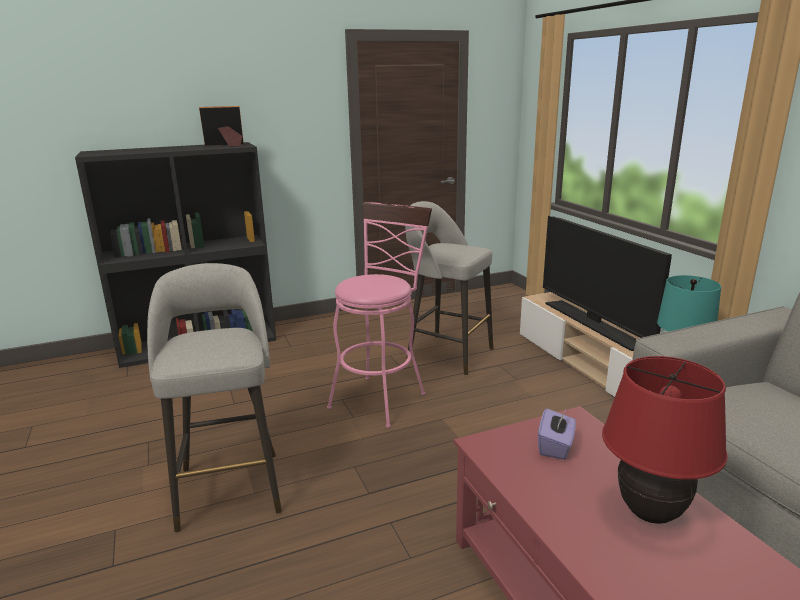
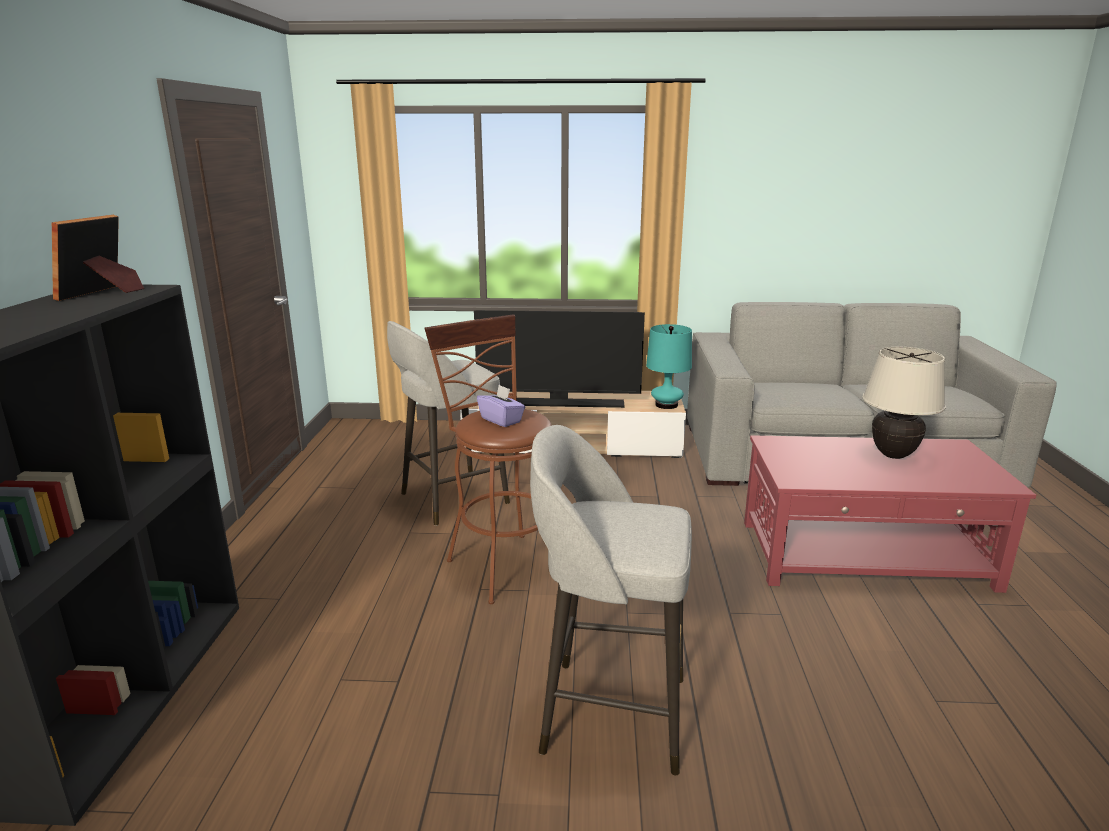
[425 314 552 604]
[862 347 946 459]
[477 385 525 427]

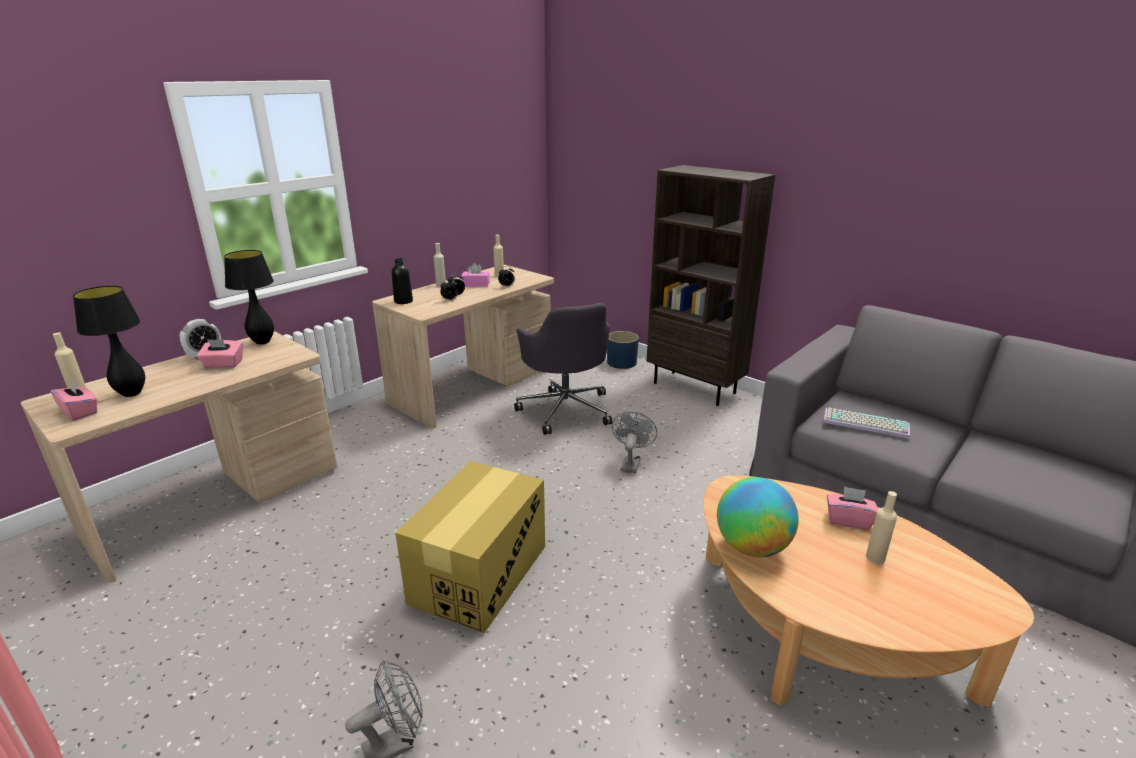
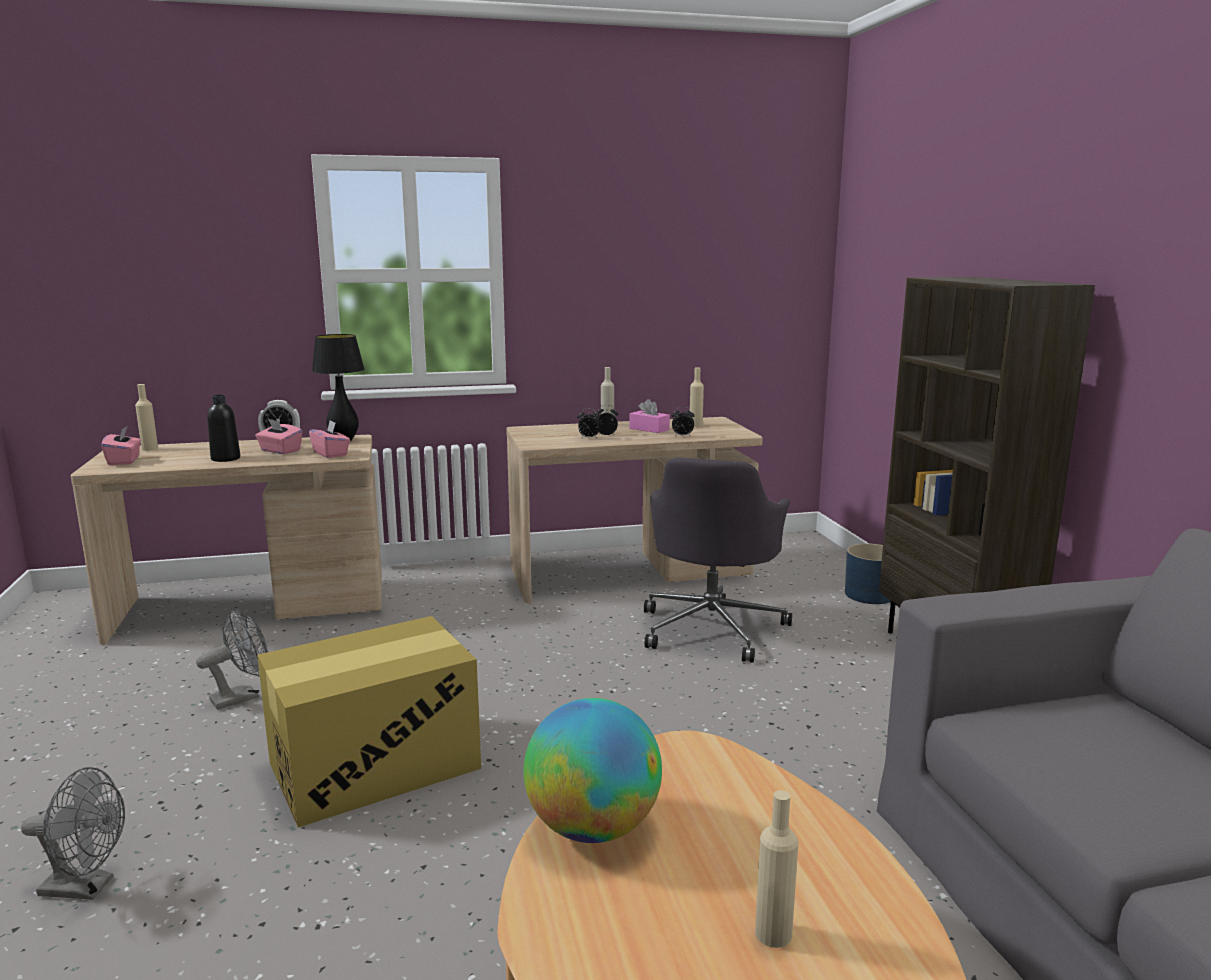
[207 395 240 462]
[73 286 145 397] (first image)
[823 408 910 439] (first image)
[196 611 268 710]
[309 420 350 458]

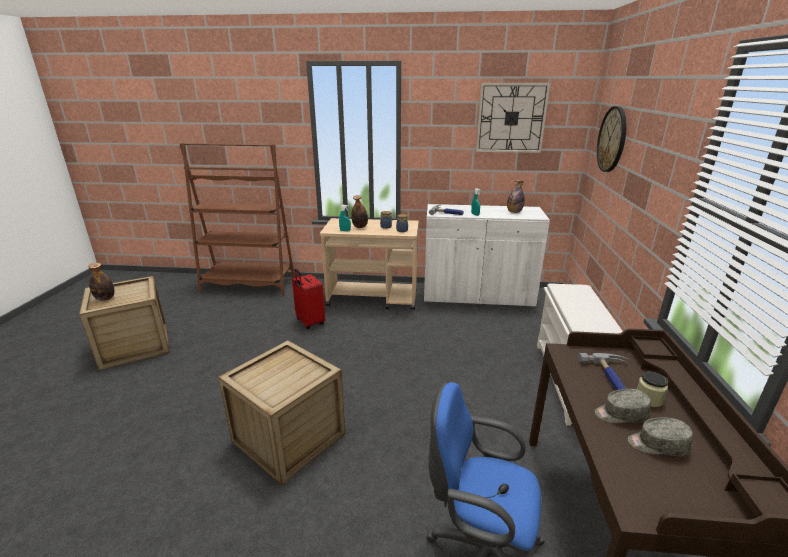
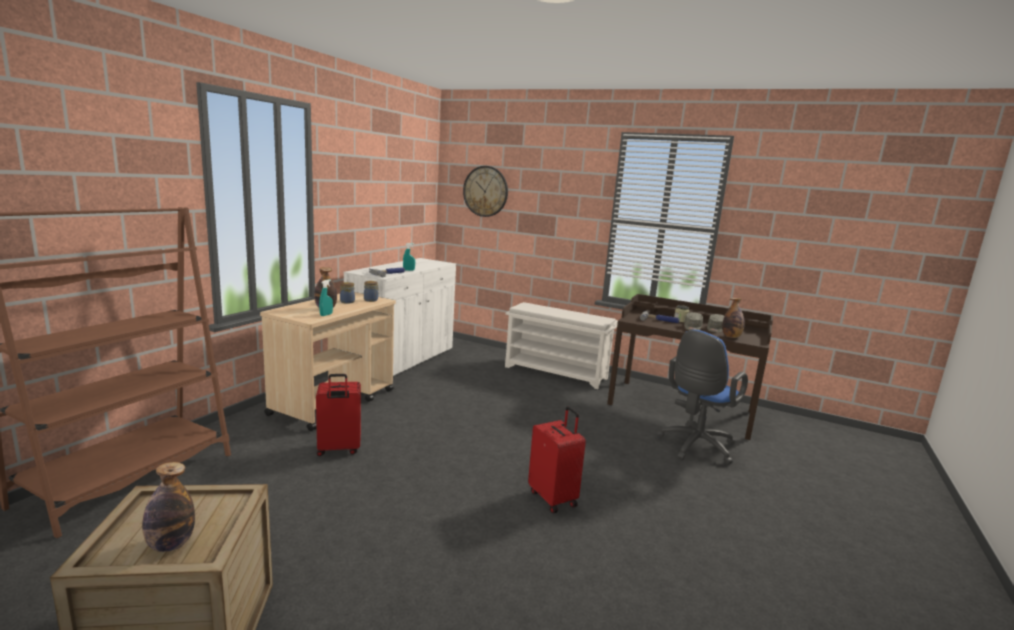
[476 83 550 153] (first image)
[722 298 745 338]
[528 406 586 513]

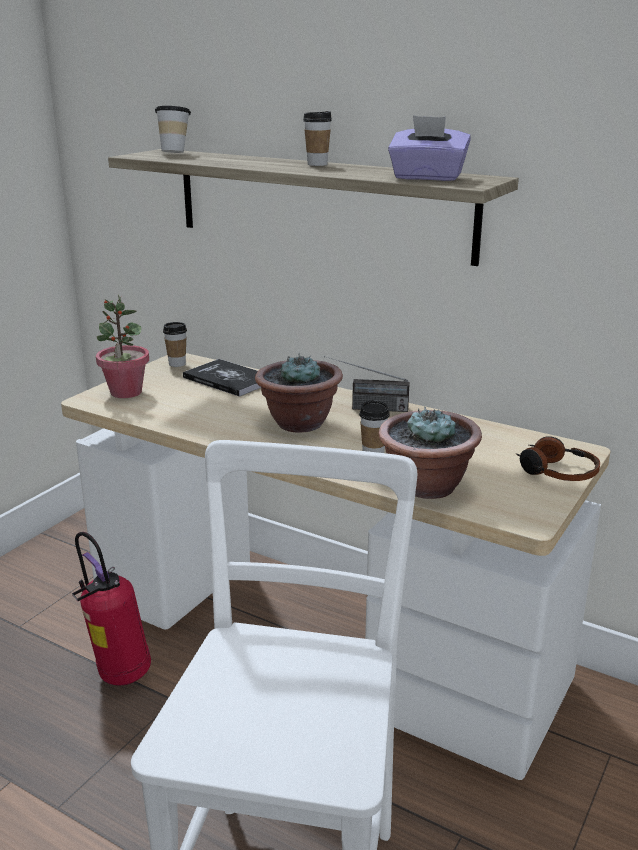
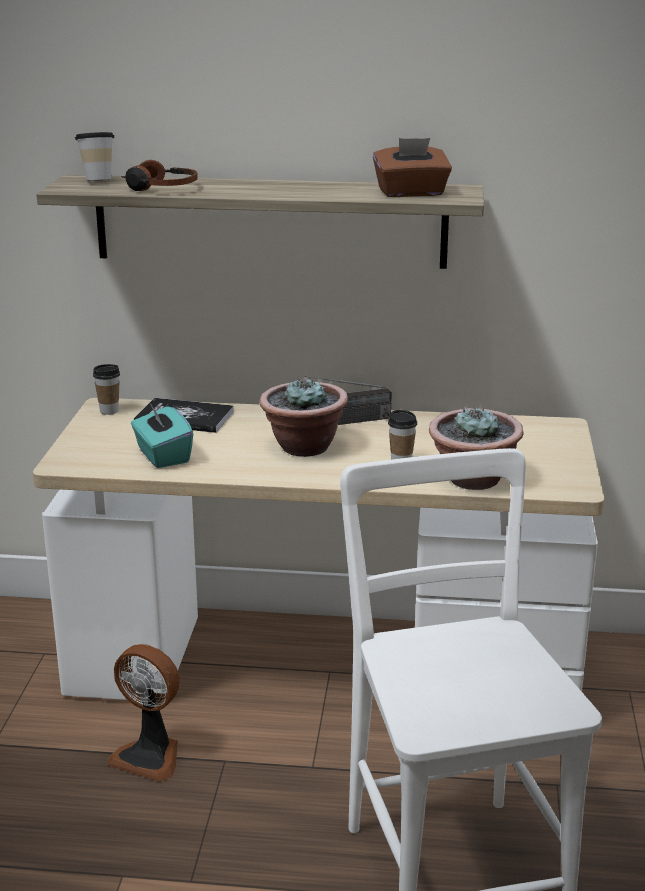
[303 111 332 166] (first image)
[373 138 452 197]
[96 295 149 398] (first image)
[121 160 198 191]
[108 644 180 782]
[131 404 193 468]

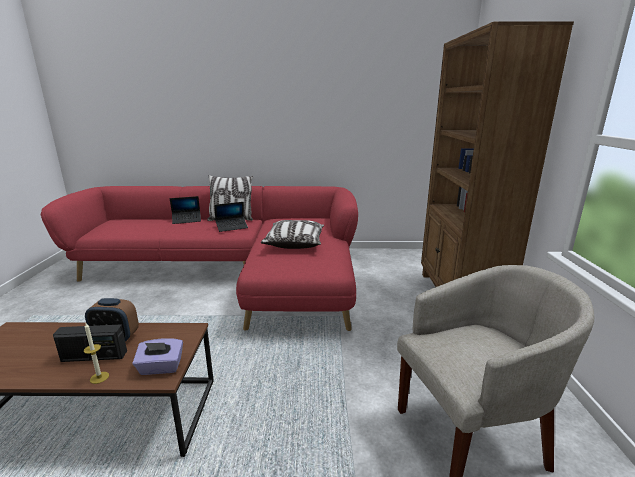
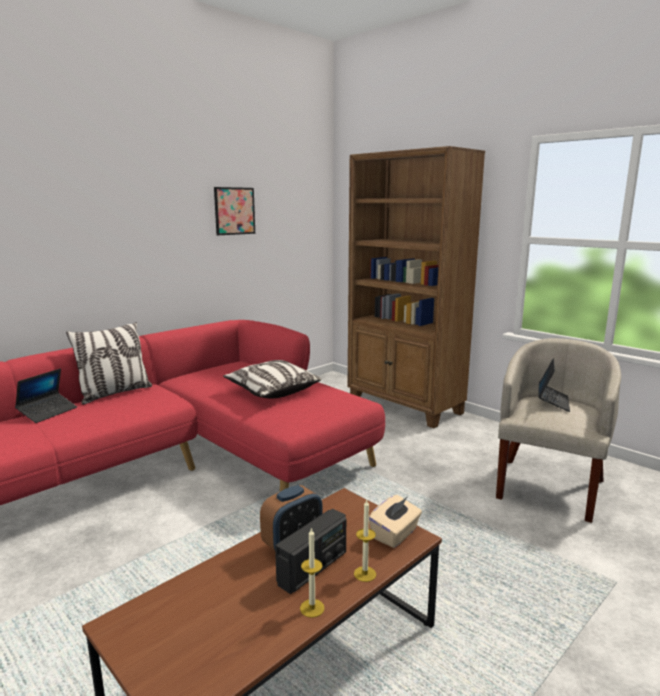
[539 358 570 412]
[369 495 422 548]
[214 187 255 235]
[300 528 325 618]

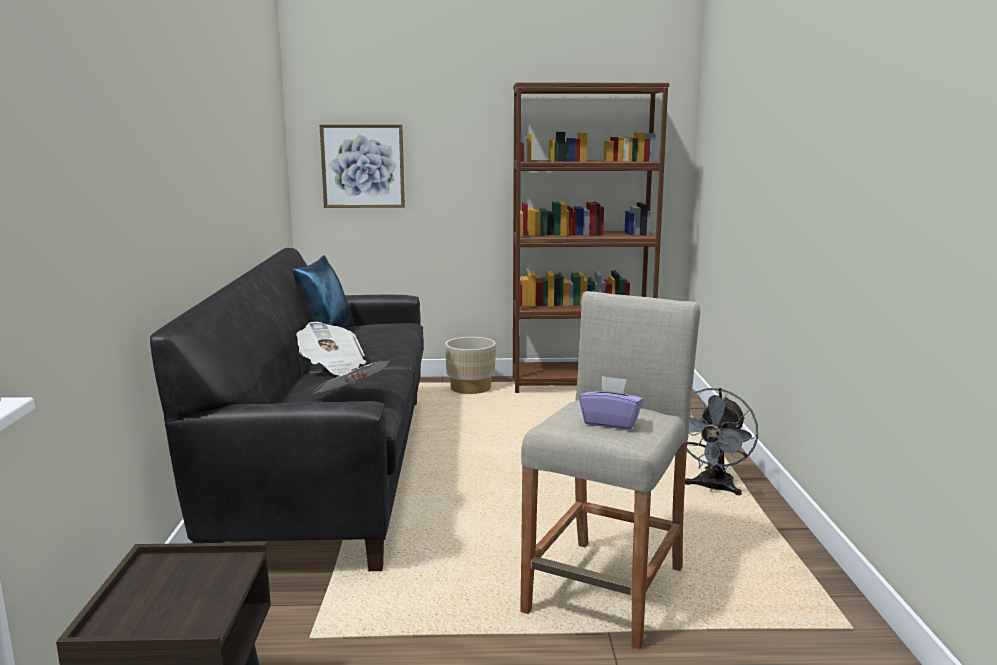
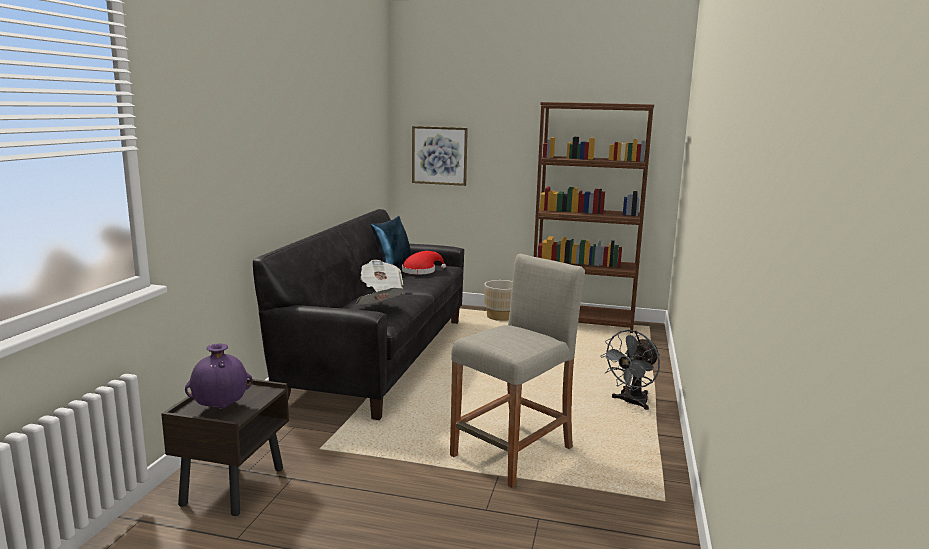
[579 376 644 430] (first image)
[402 251 446 275]
[185 344 253 409]

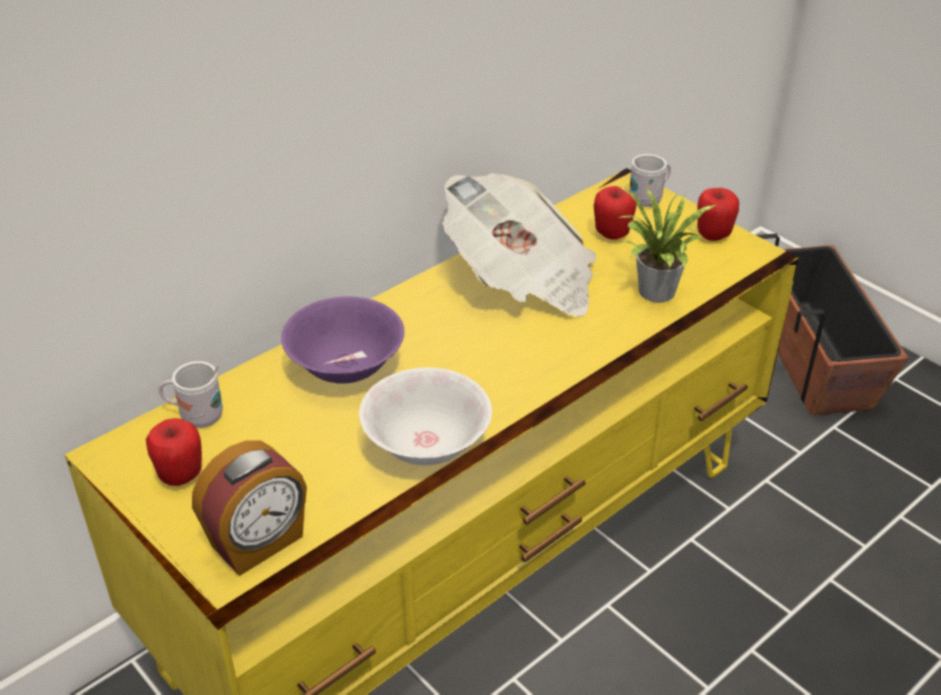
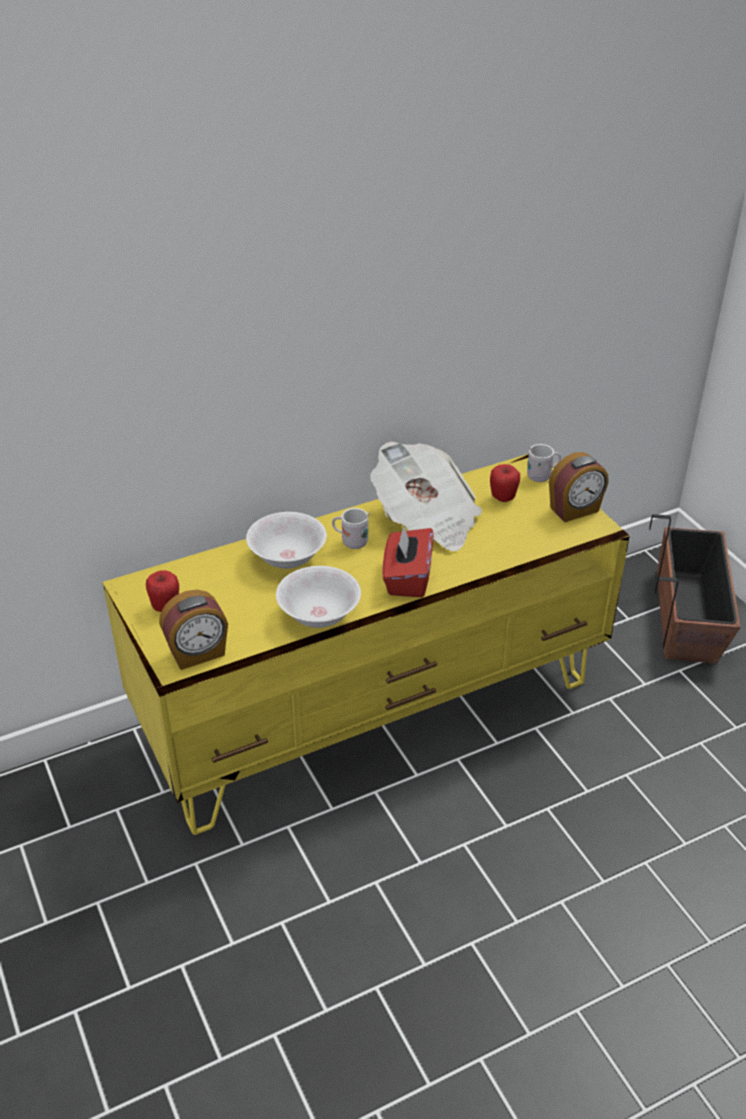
[617 186 716 303] (first image)
[549 452 609 522]
[246 512 327 569]
[332 508 370 549]
[382 525 434 597]

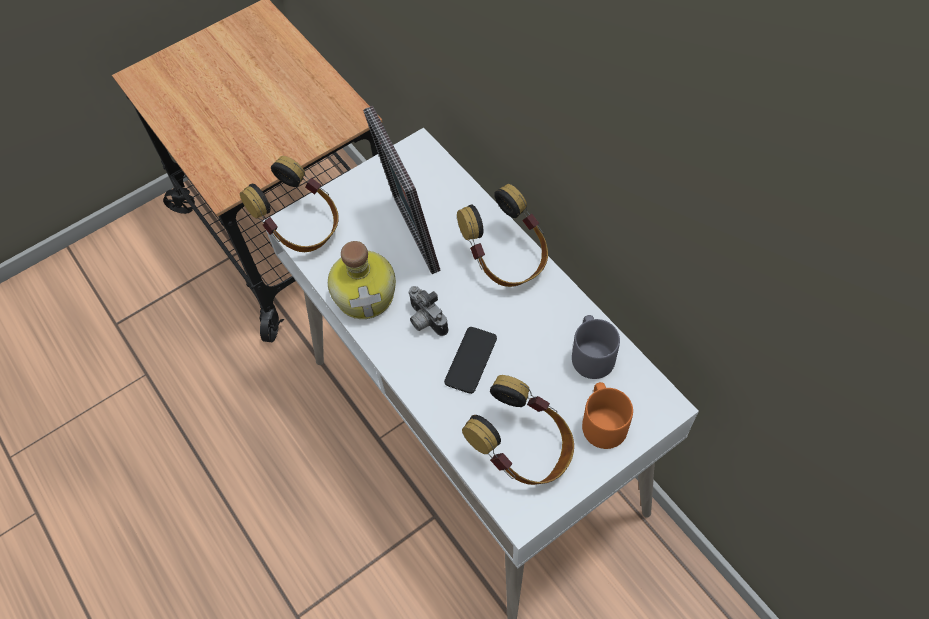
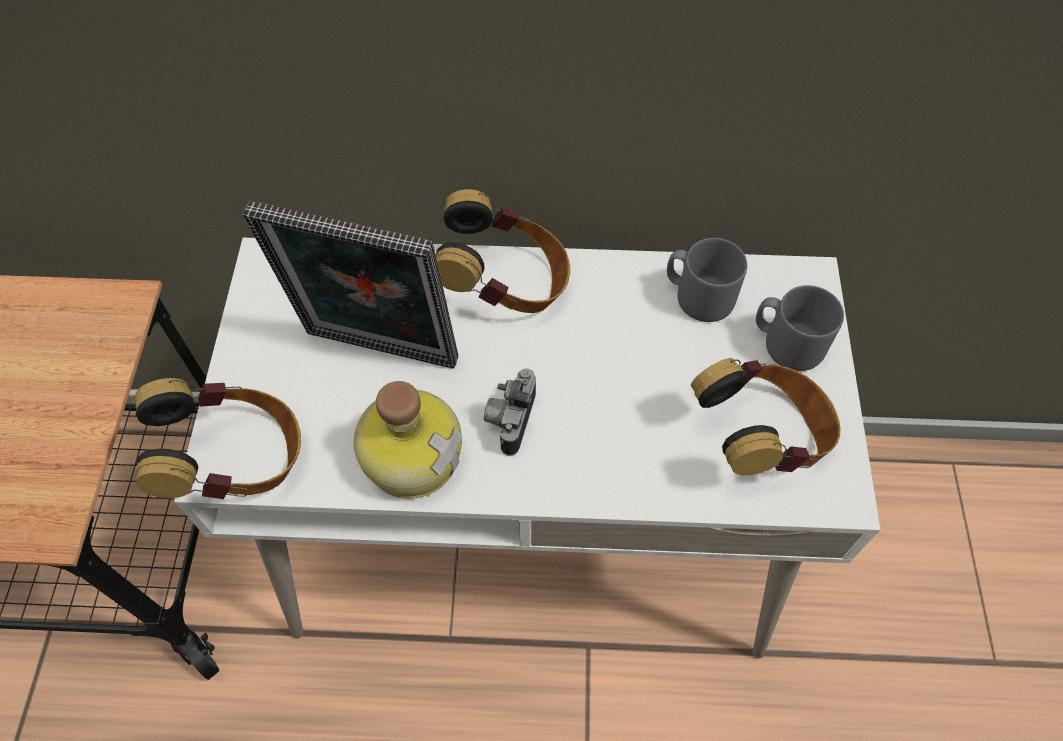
[484 368 536 456]
[444 327 497 394] (first image)
[756 285 844 371]

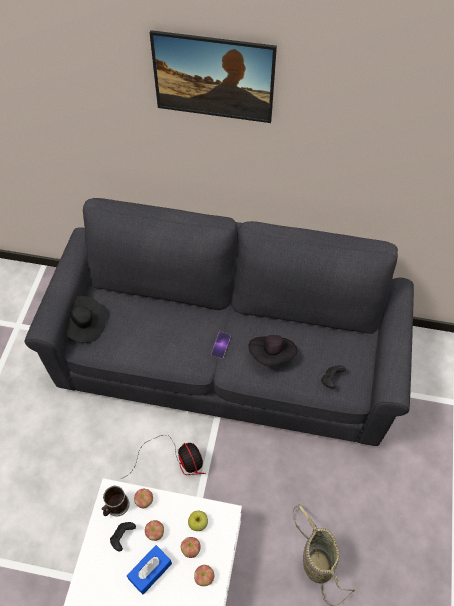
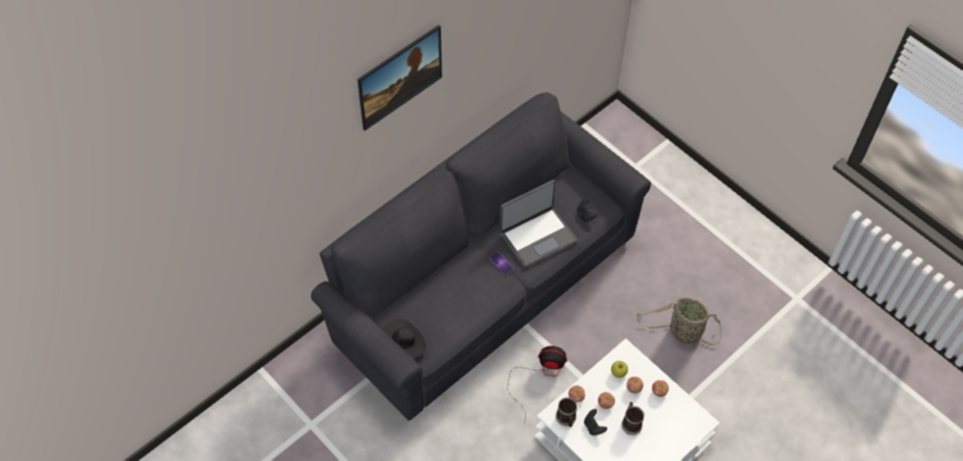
[500 180 577 268]
[621 402 644 435]

